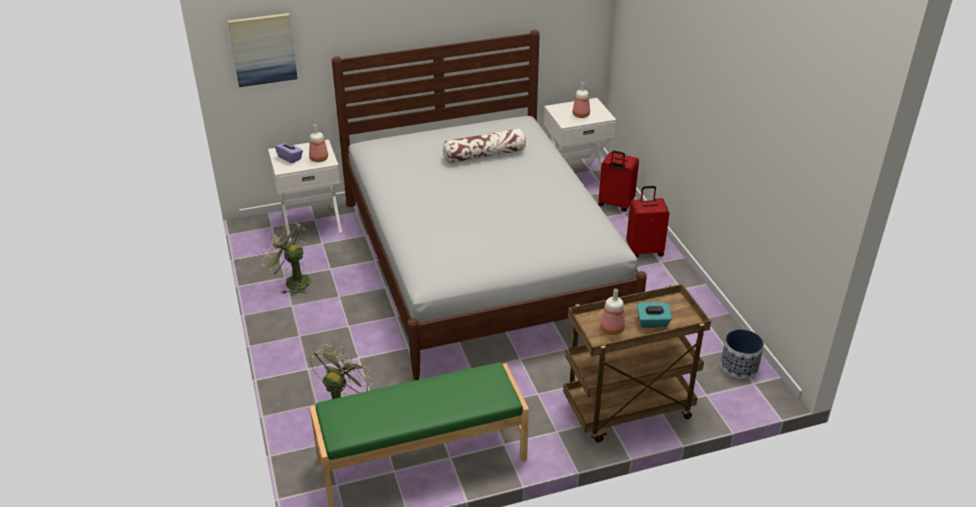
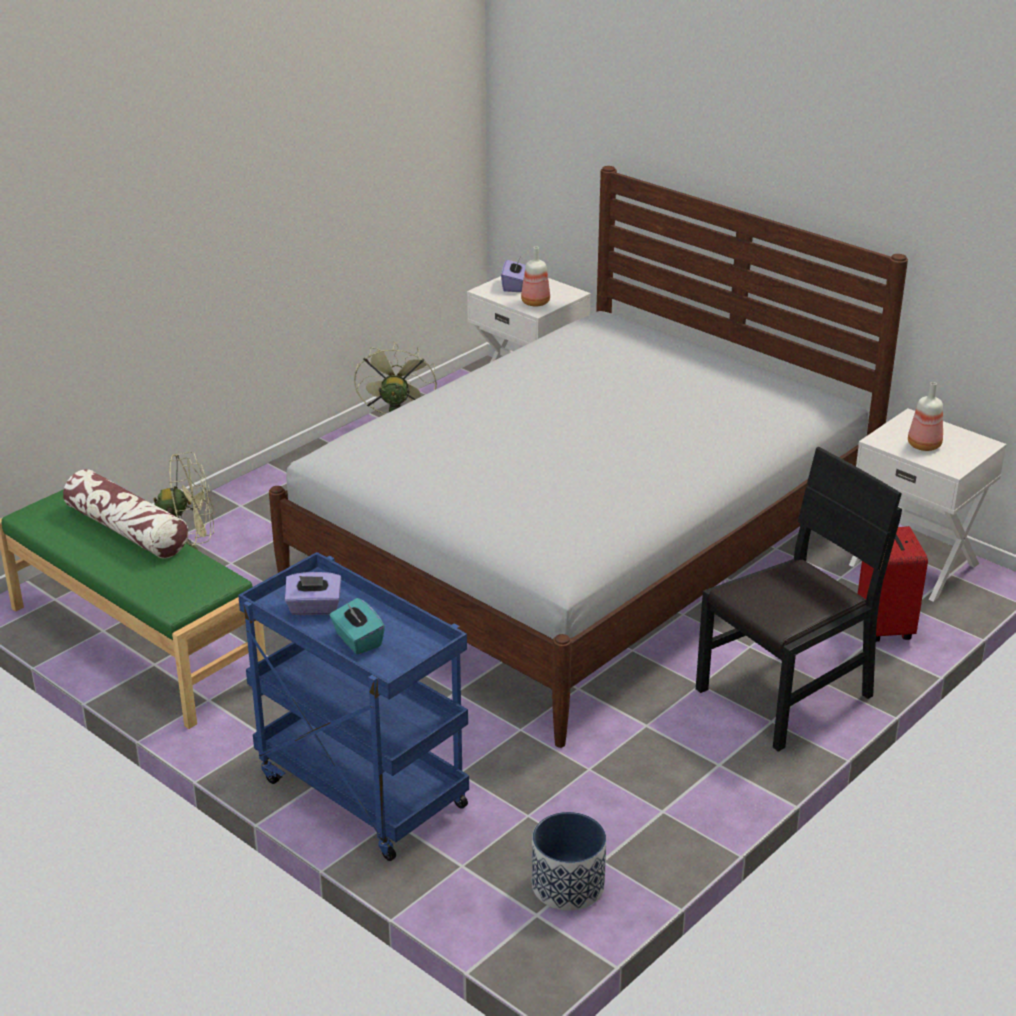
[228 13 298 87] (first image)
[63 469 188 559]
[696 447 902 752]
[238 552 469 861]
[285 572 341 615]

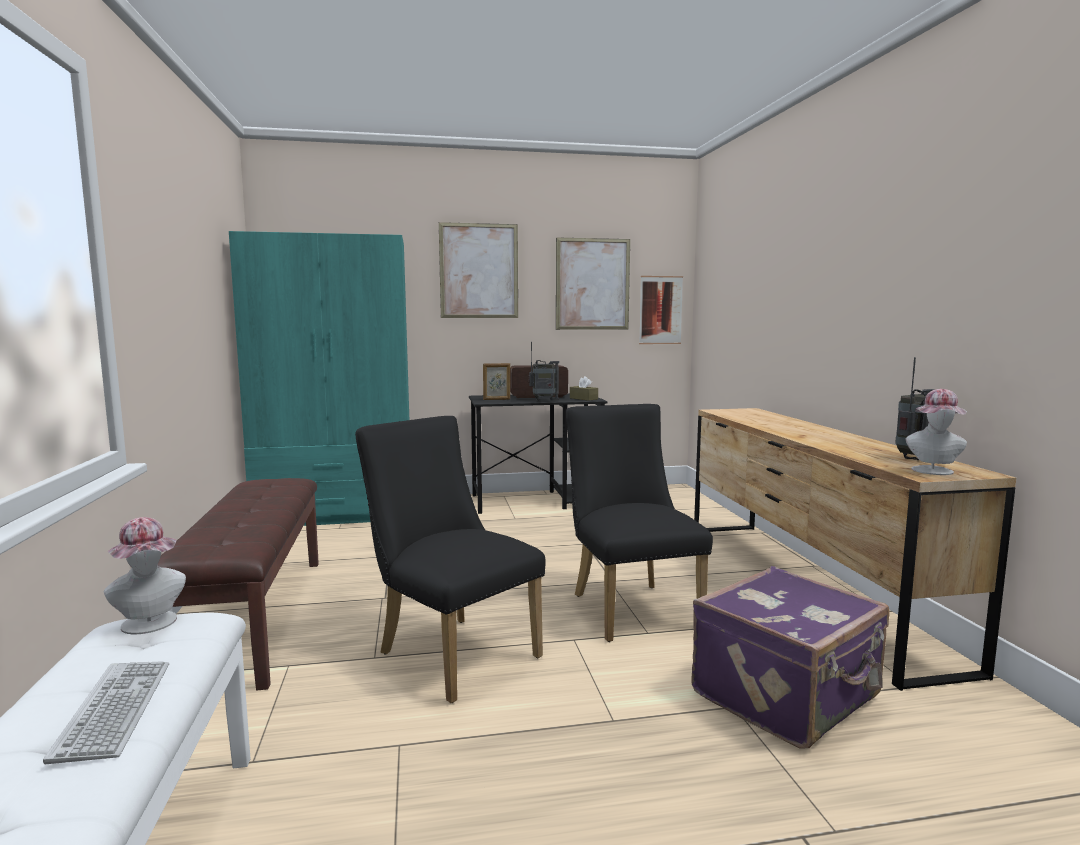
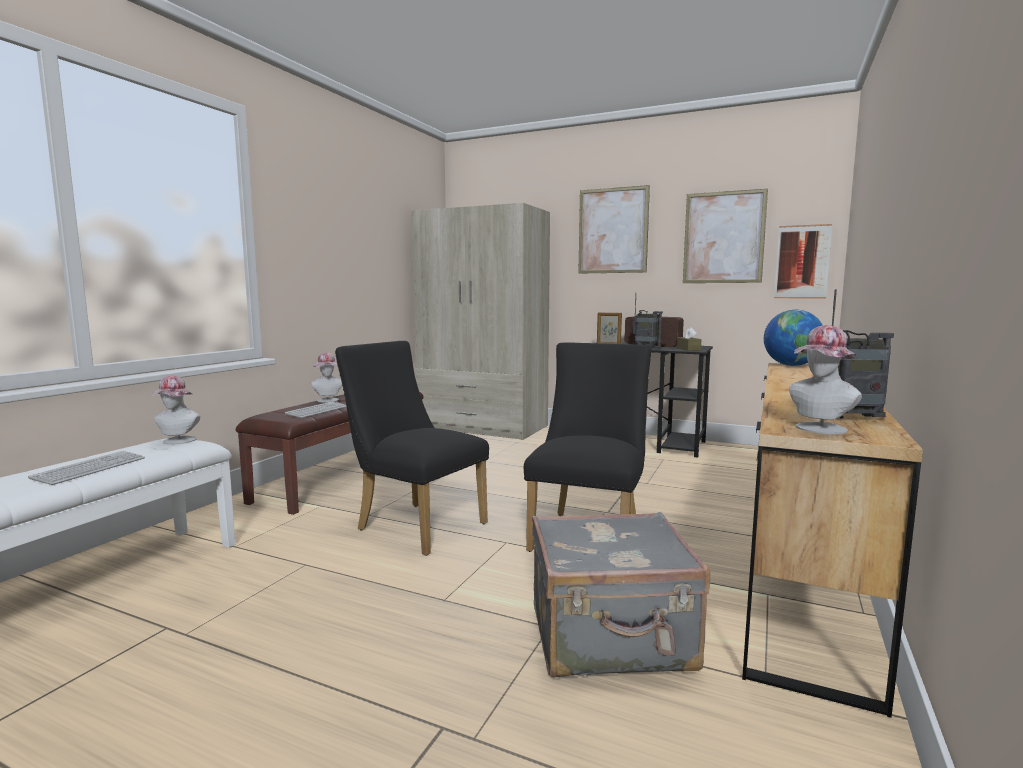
[411 203 550 440]
[335 341 489 556]
[532 512 710 678]
[764 310 823 366]
[311 352 342 402]
[285 402 346 418]

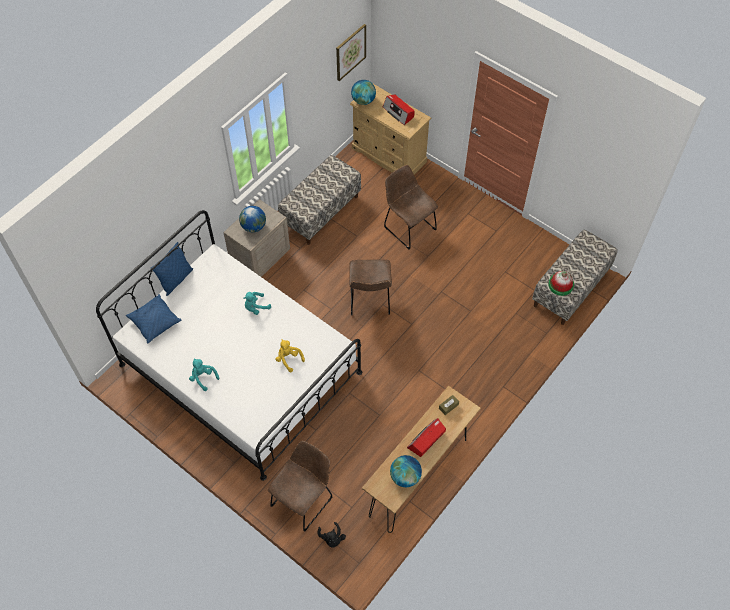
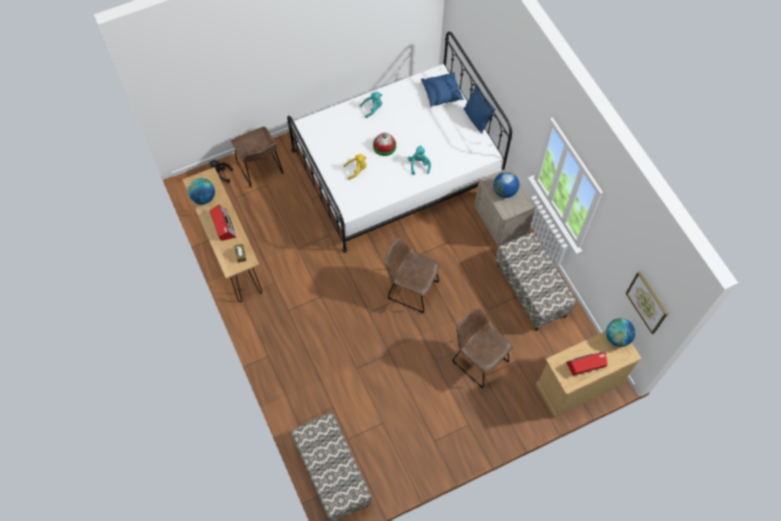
[453 307 513 388]
[373 133 396 156]

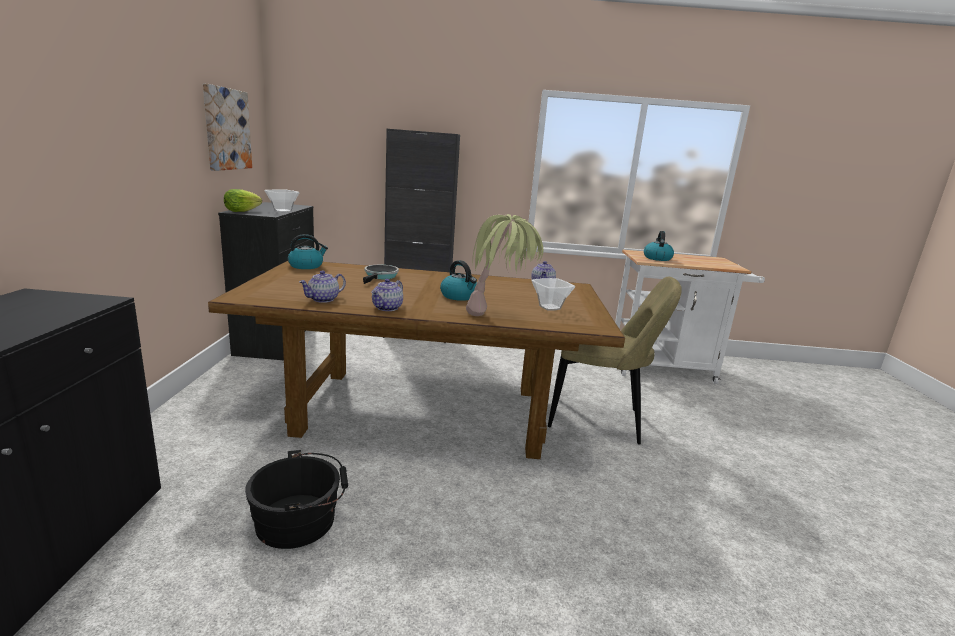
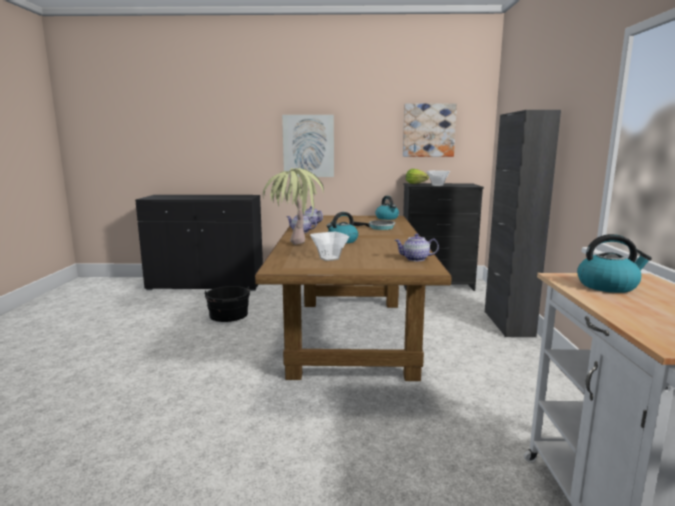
[548 277 682 444] (first image)
[282 115 334 177]

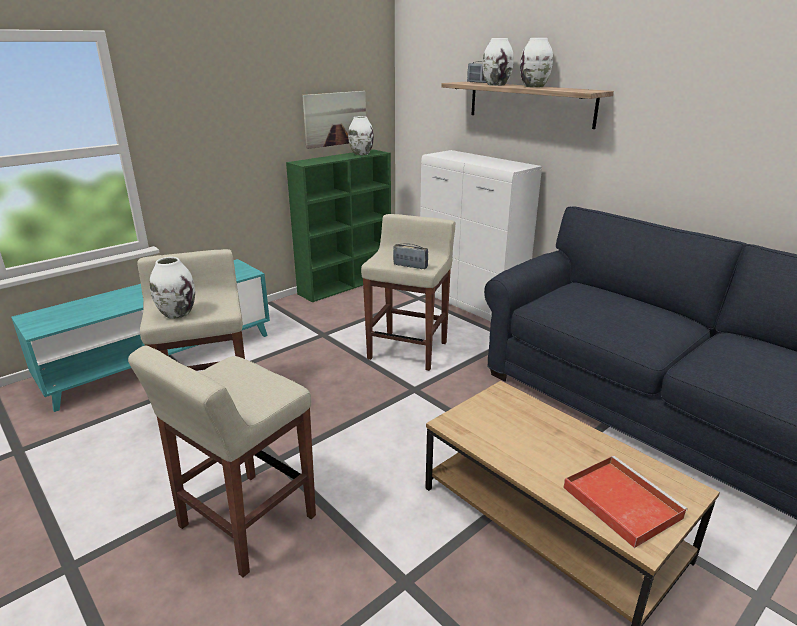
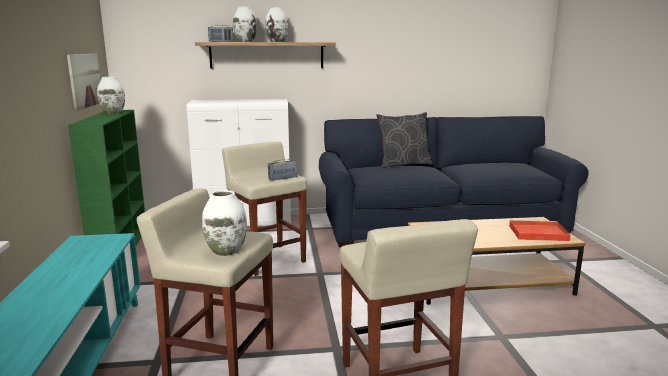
[376 112 432 168]

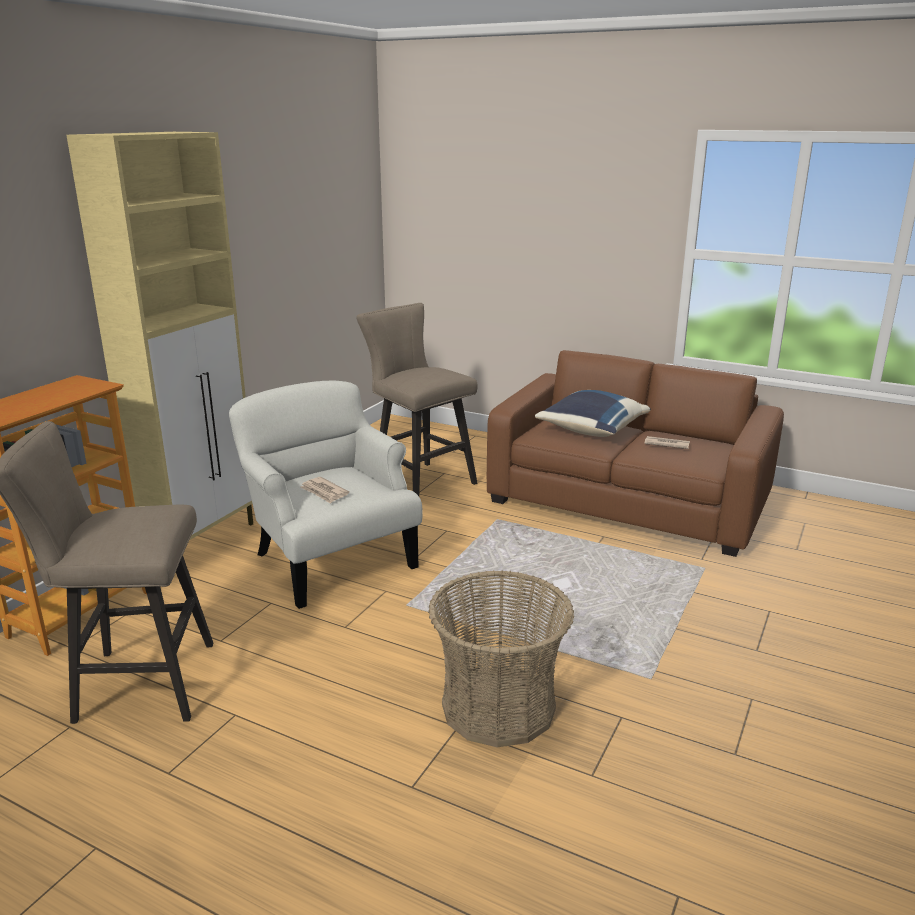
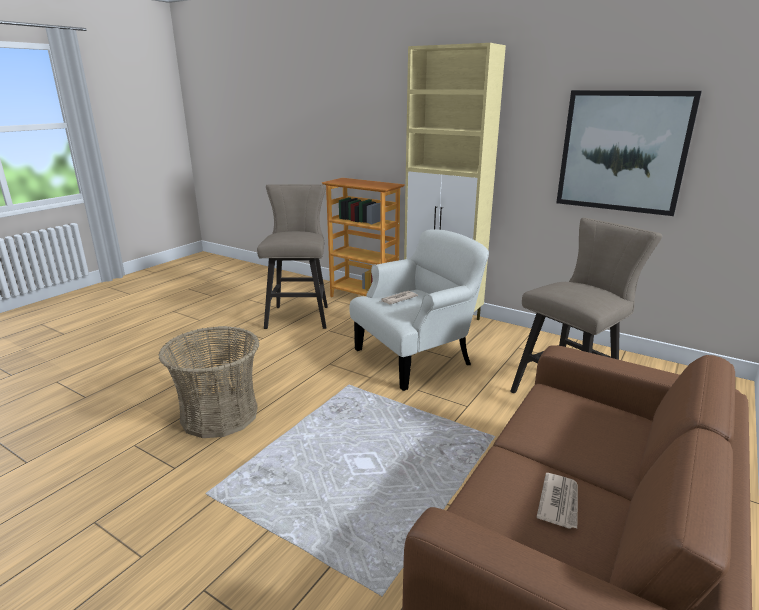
[535 390 651 437] (first image)
[556 90 702 216]

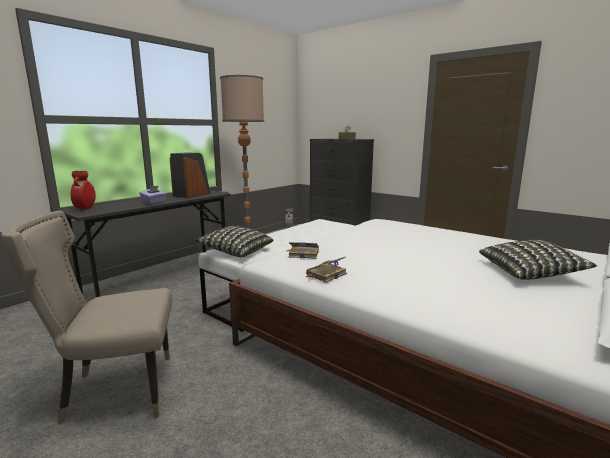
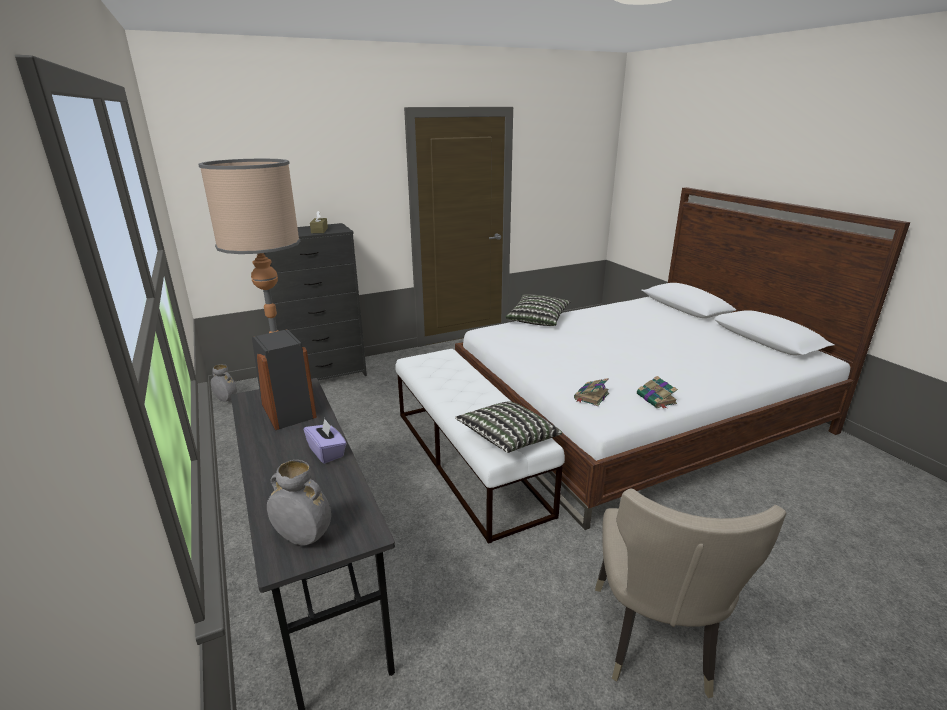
[267 460 331 545]
[505 295 571 326]

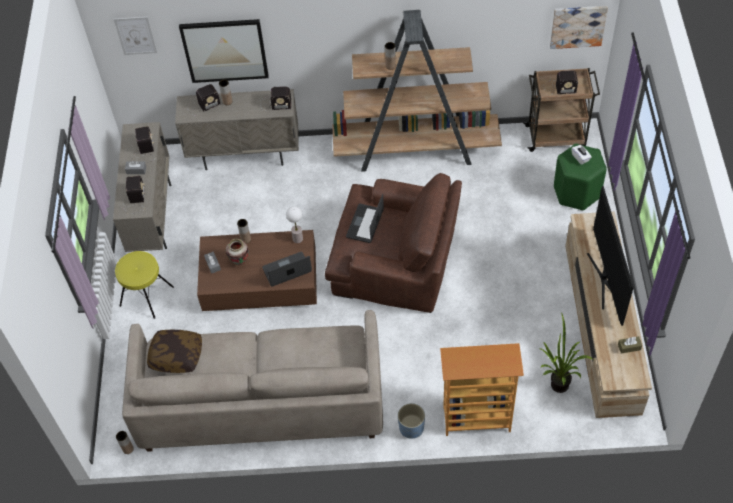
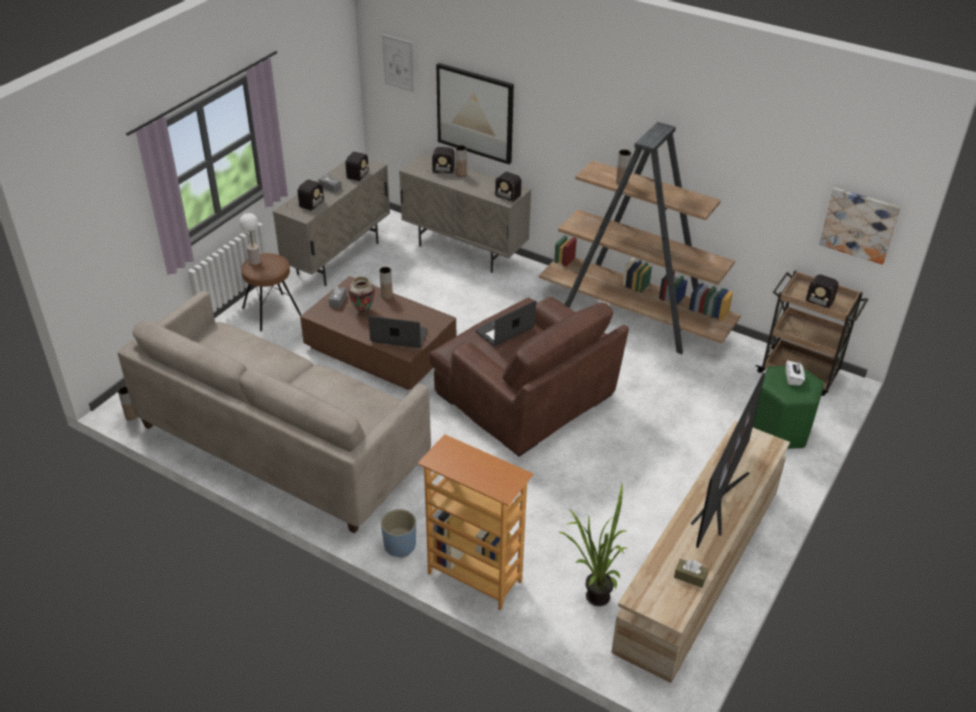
[240 213 261 265]
[241 253 301 331]
[147 330 202 373] (first image)

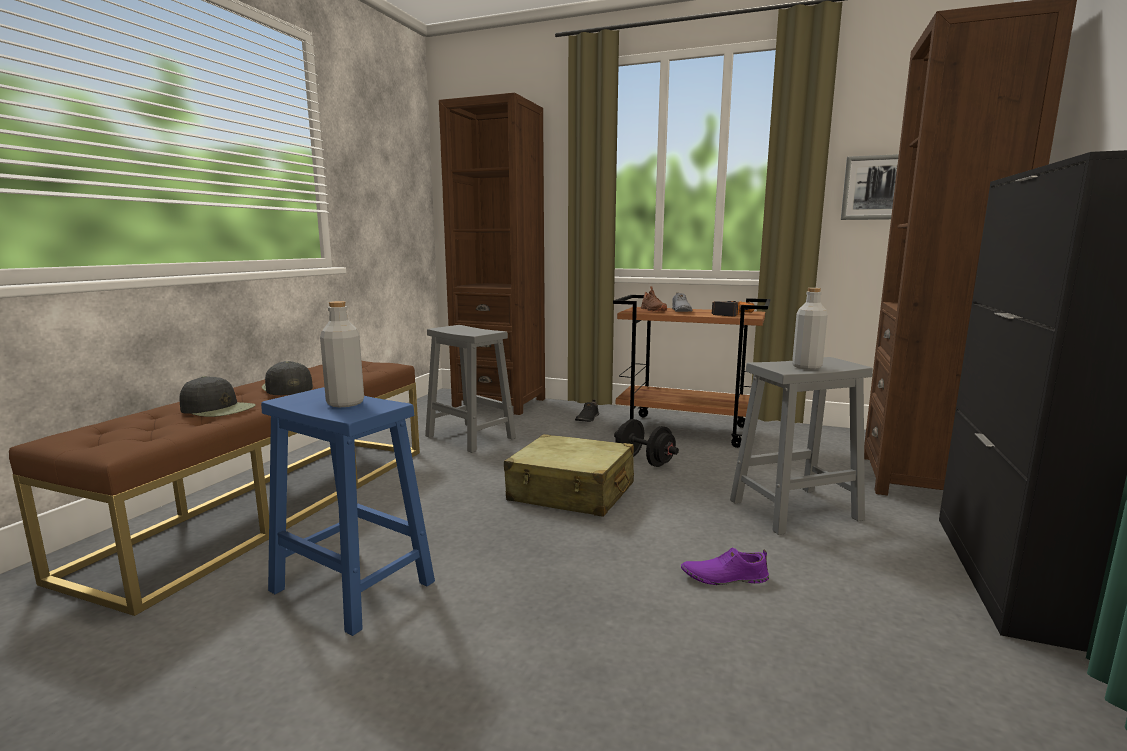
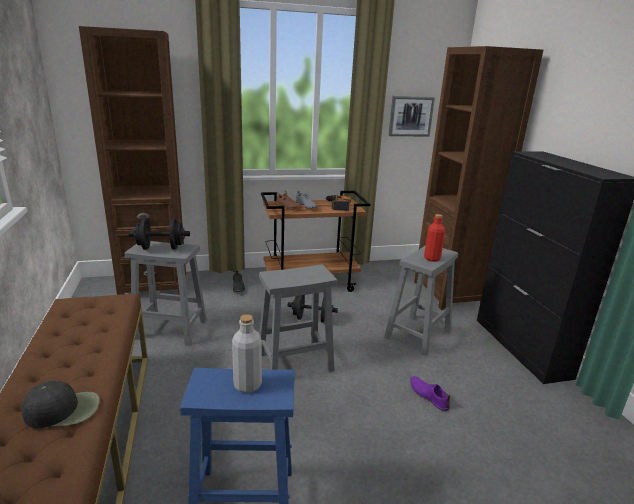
[424 214 445 262]
[262 361 313 395] (first image)
[259 264 337 372]
[410 376 450 411]
[129 218 190 250]

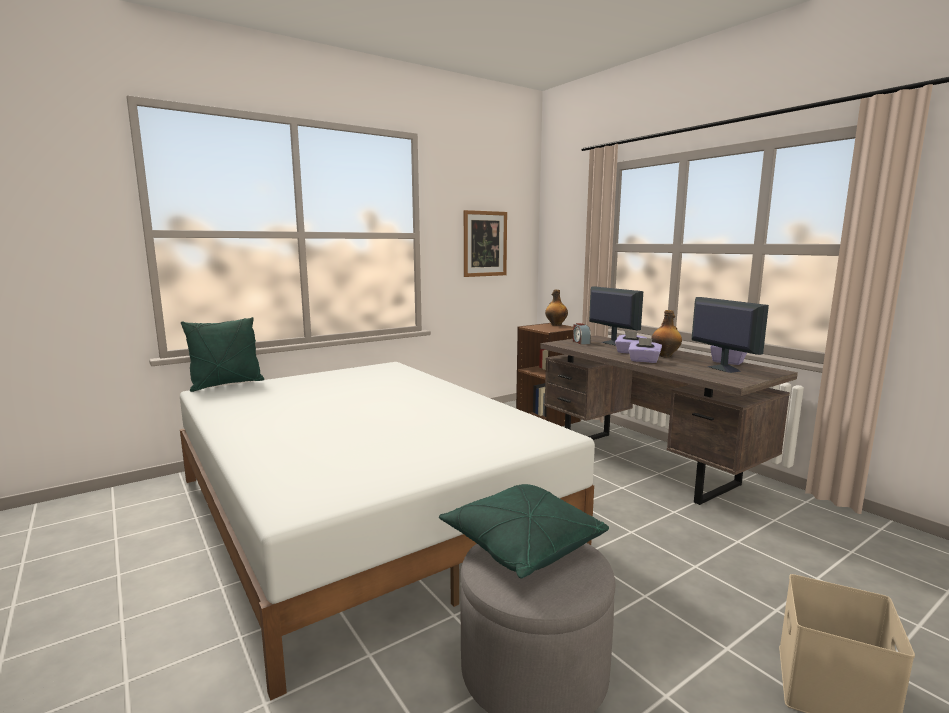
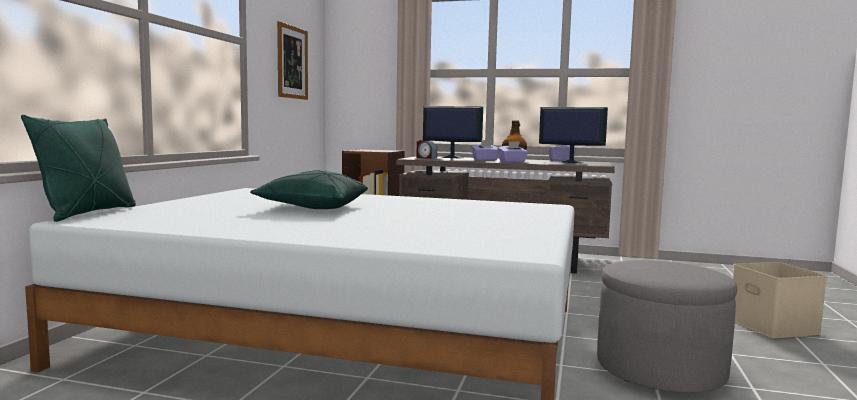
[545 290 568 326] (first image)
[250 170 368 209]

